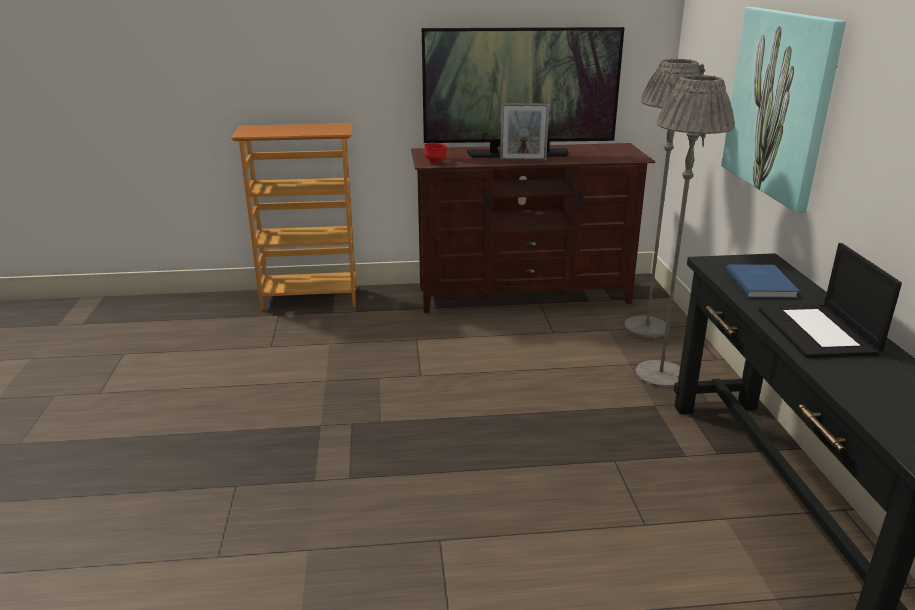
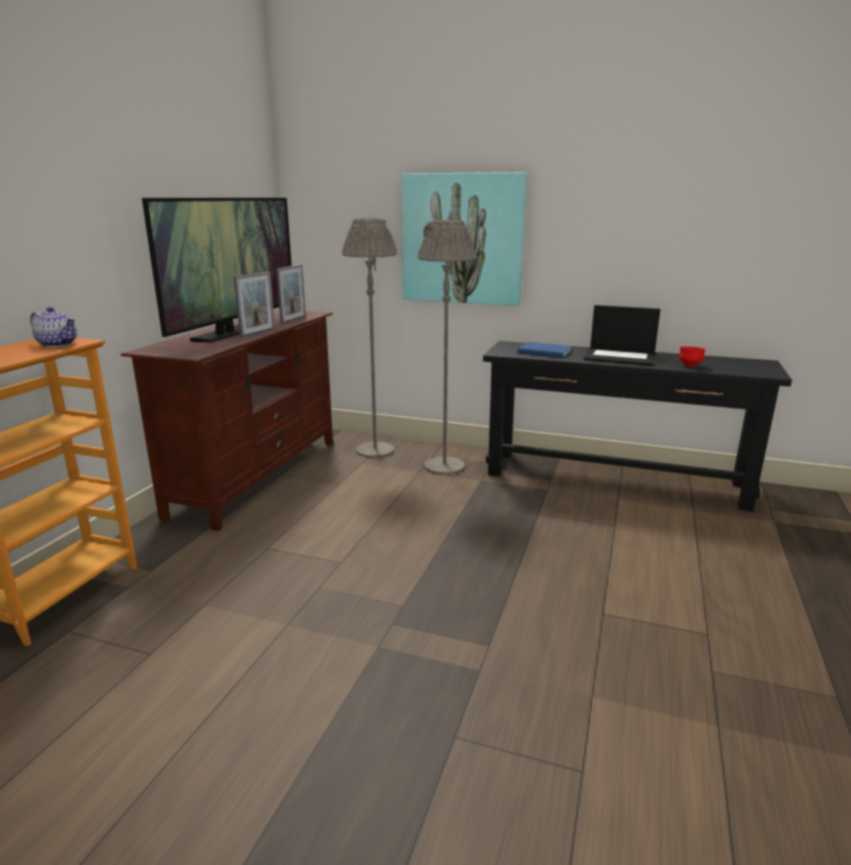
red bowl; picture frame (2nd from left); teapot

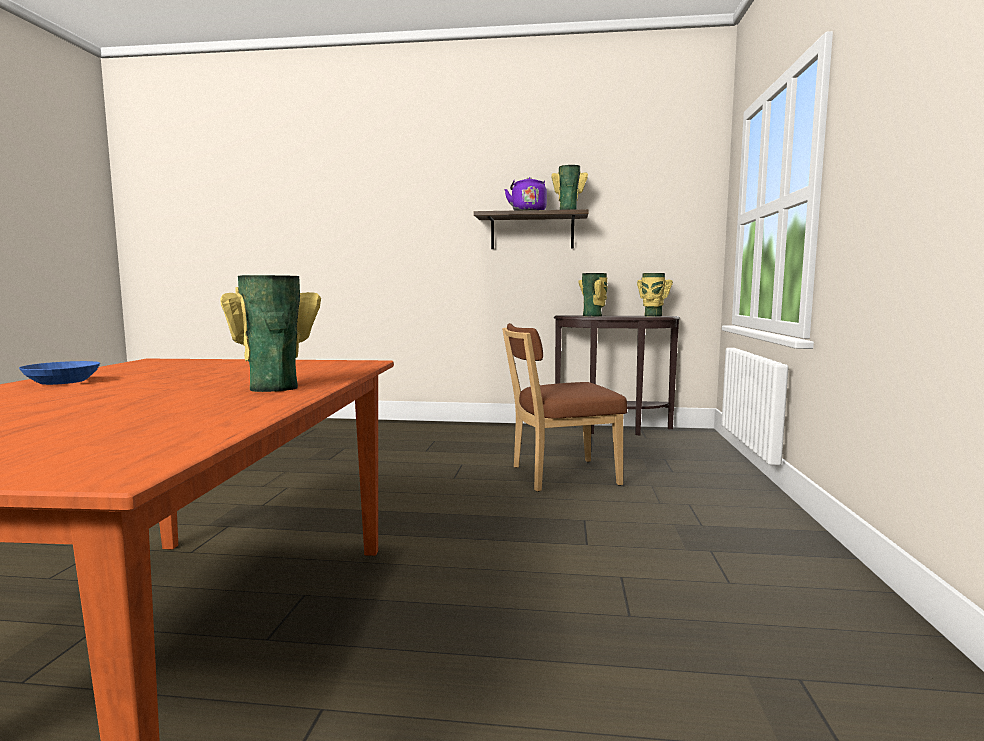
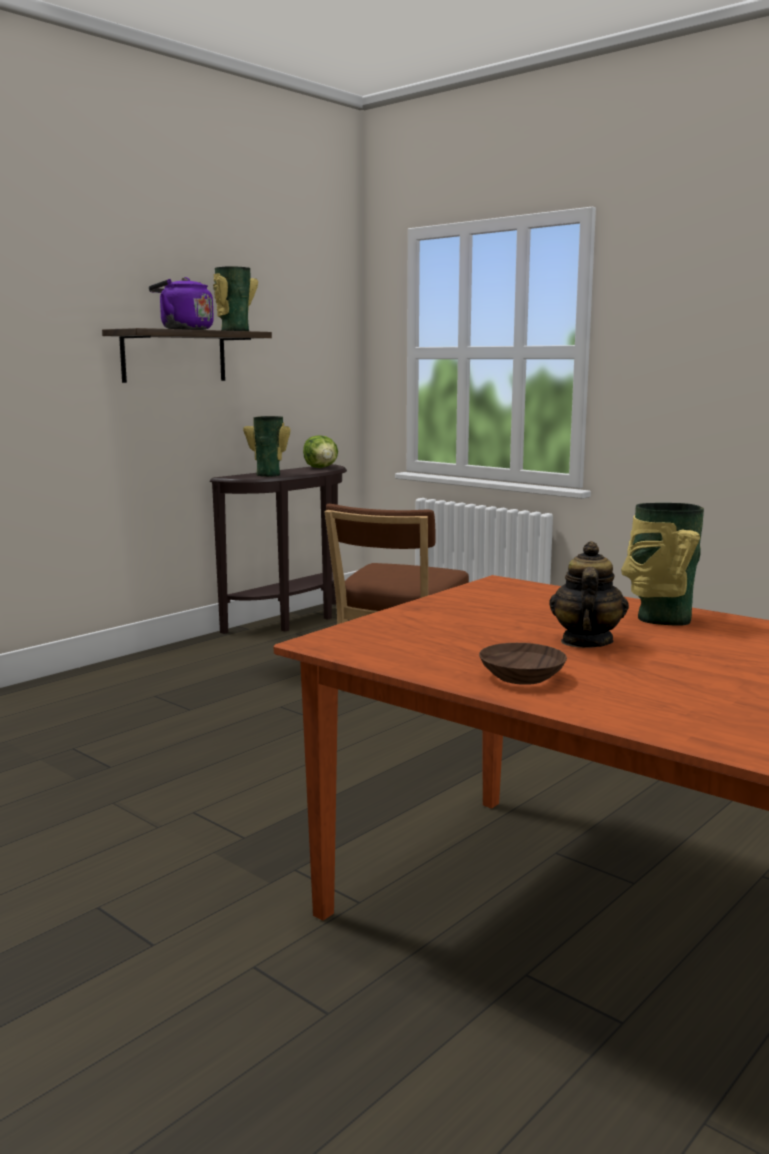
lettuce; brown bowl; teapot

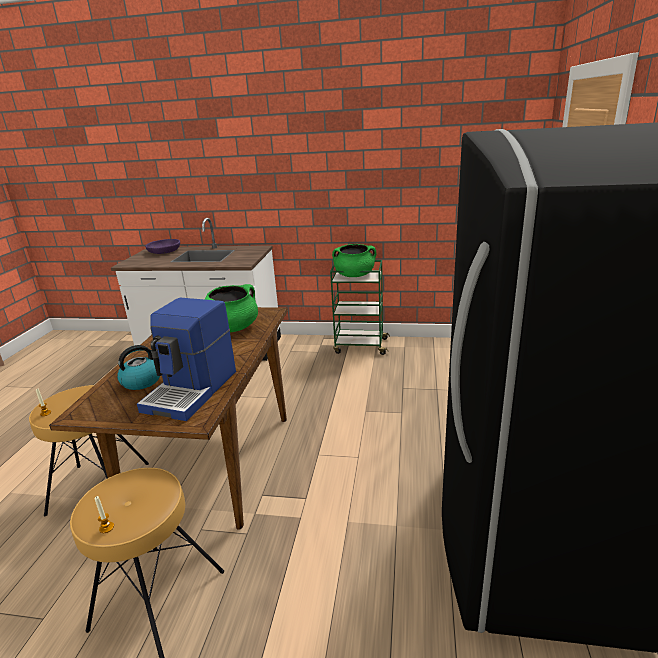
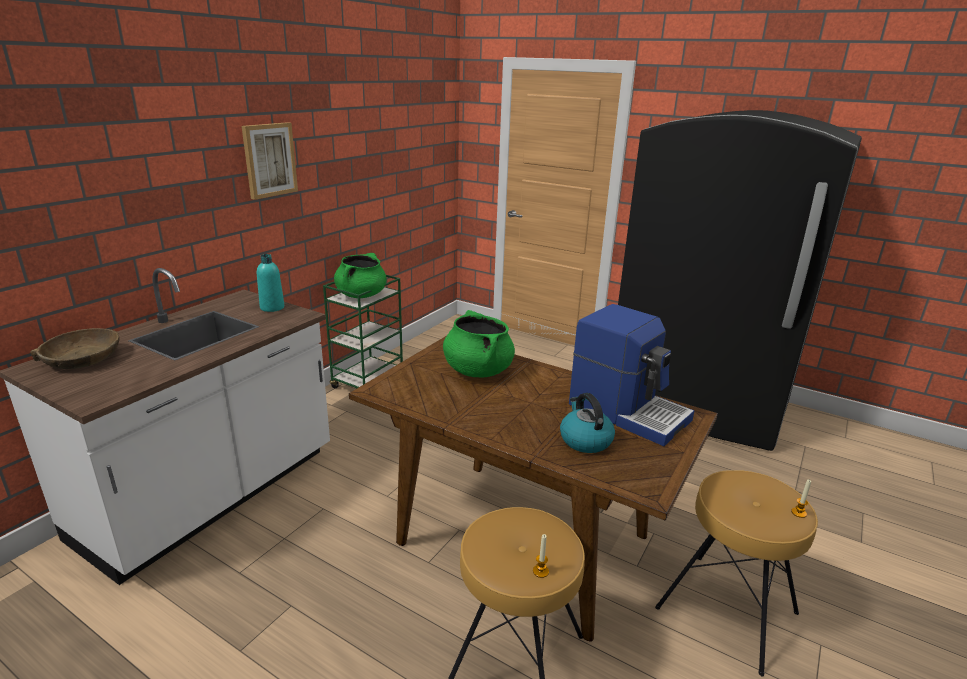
brown bowl; picture; turquoise bottle

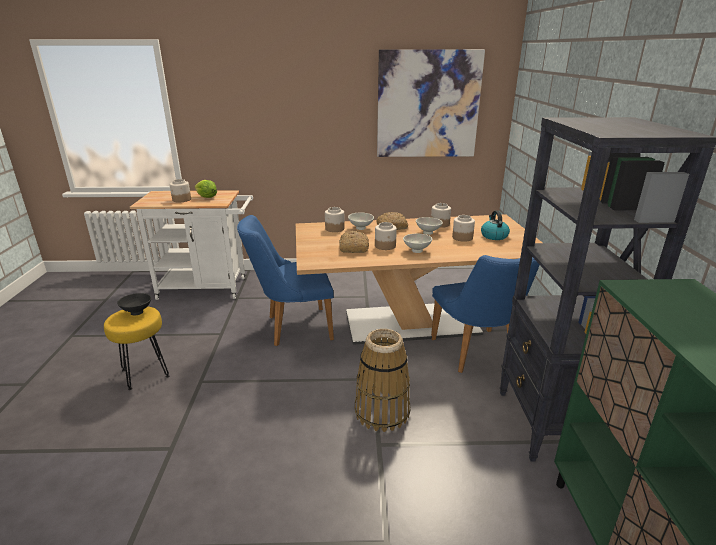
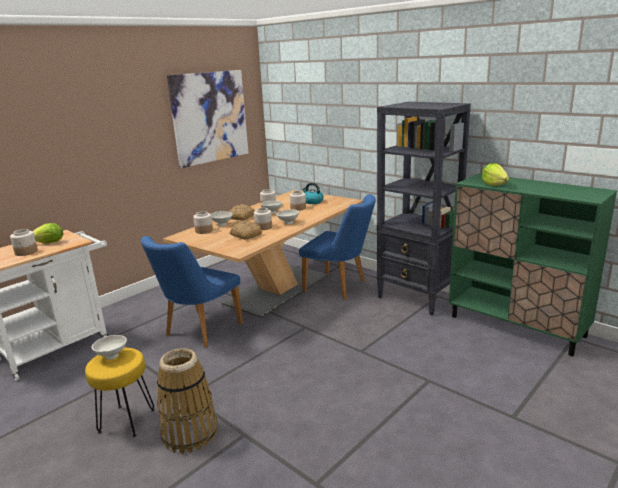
white bowl (1st from left); basket; lettuce (2nd from left)

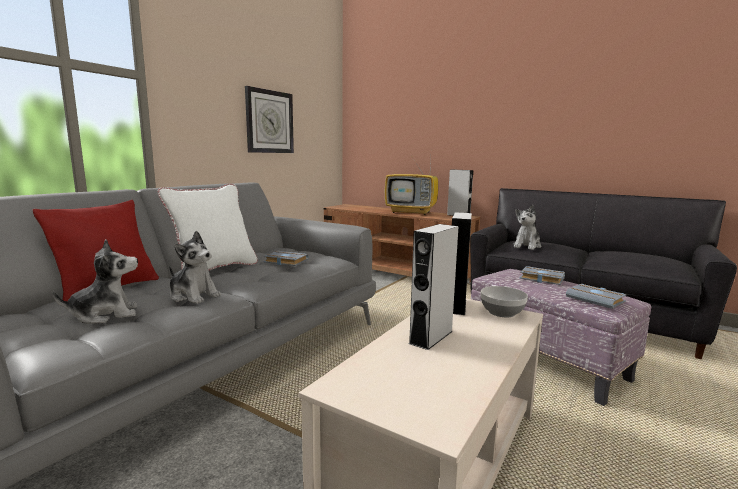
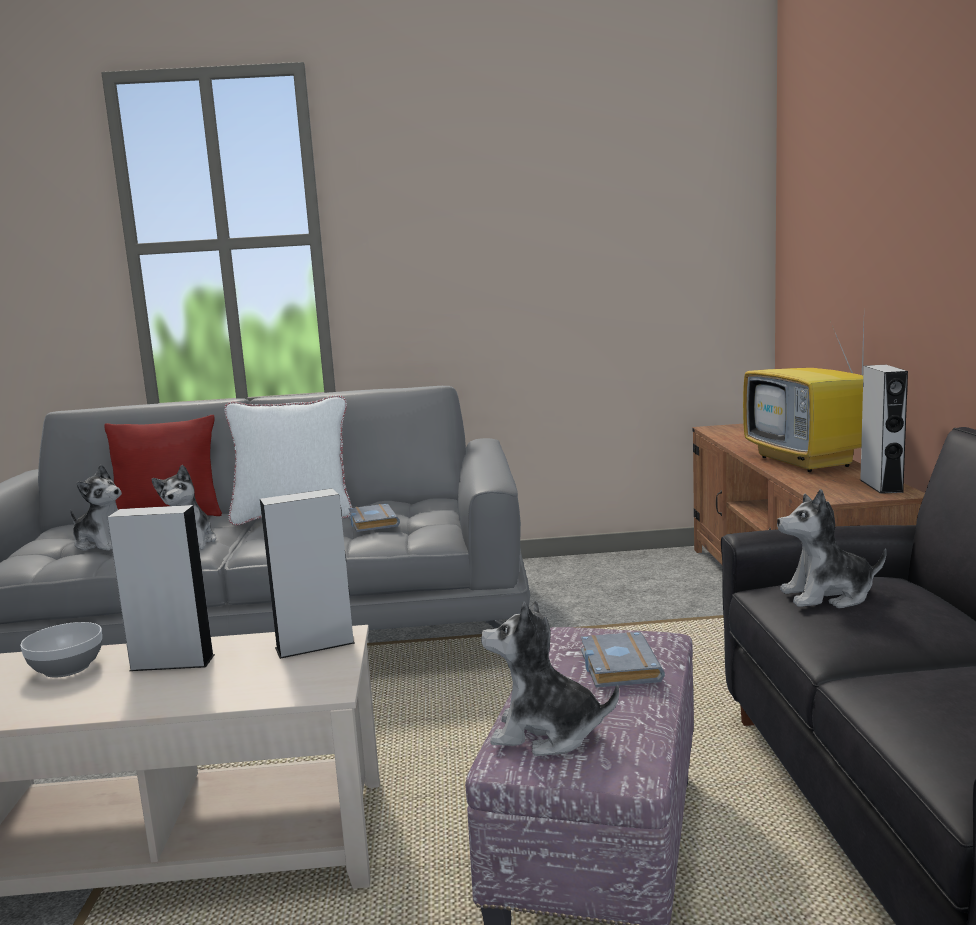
wall clock; plush toy (3rd from left); bowl

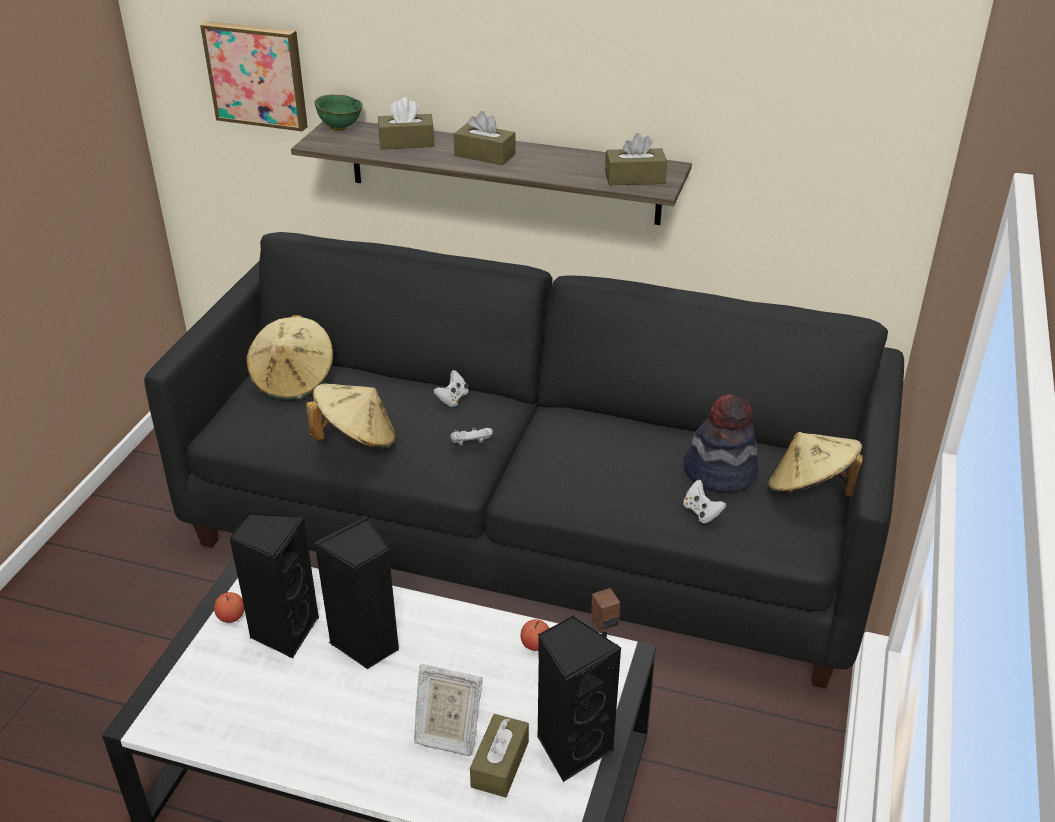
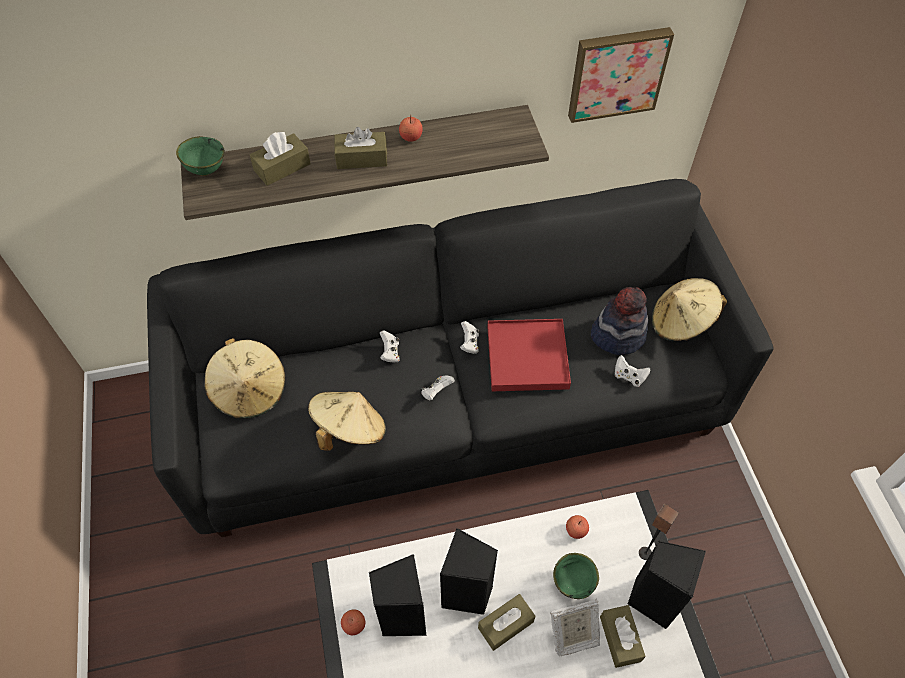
picture; brown tissue box (3rd from left); apple (2nd from left); red tray; white game controller (3rd from left); green bowl (2nd from left)

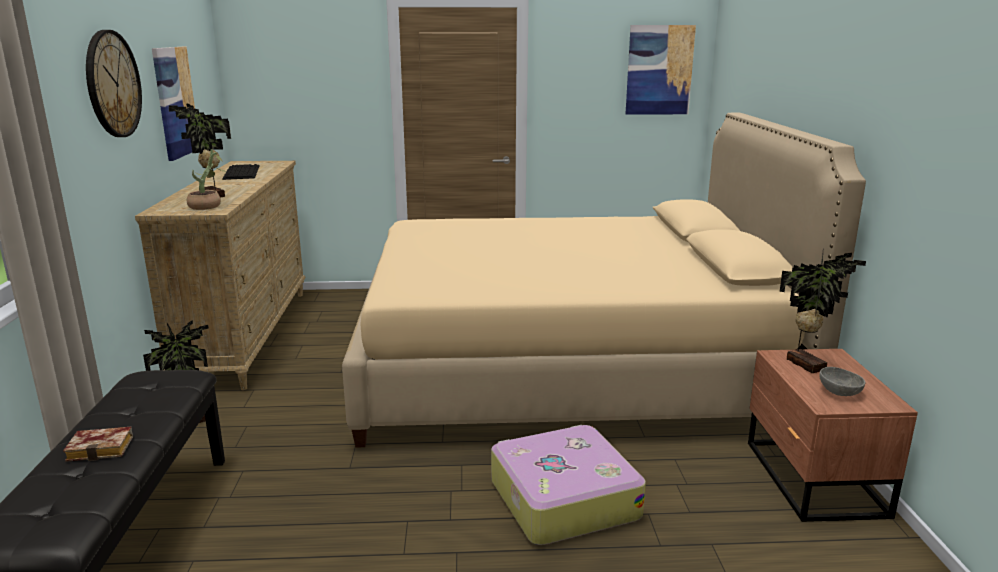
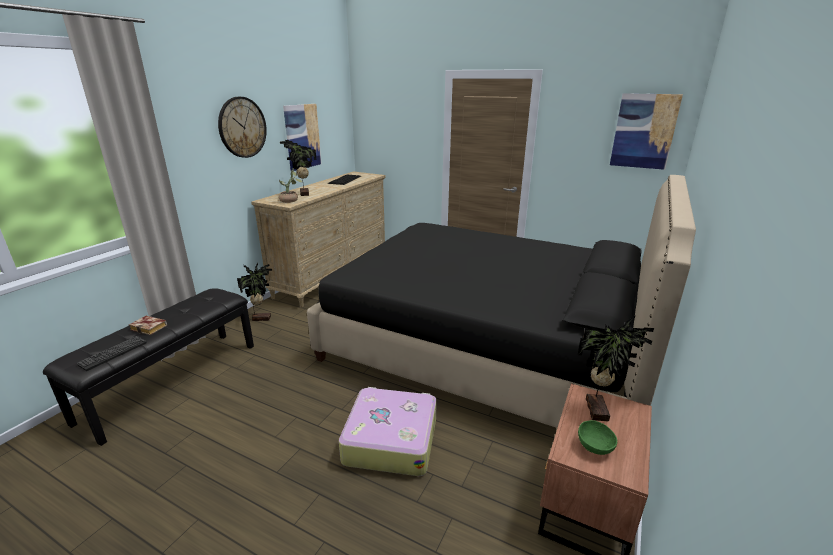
black bed; green bowl; keyboard (1st from left)

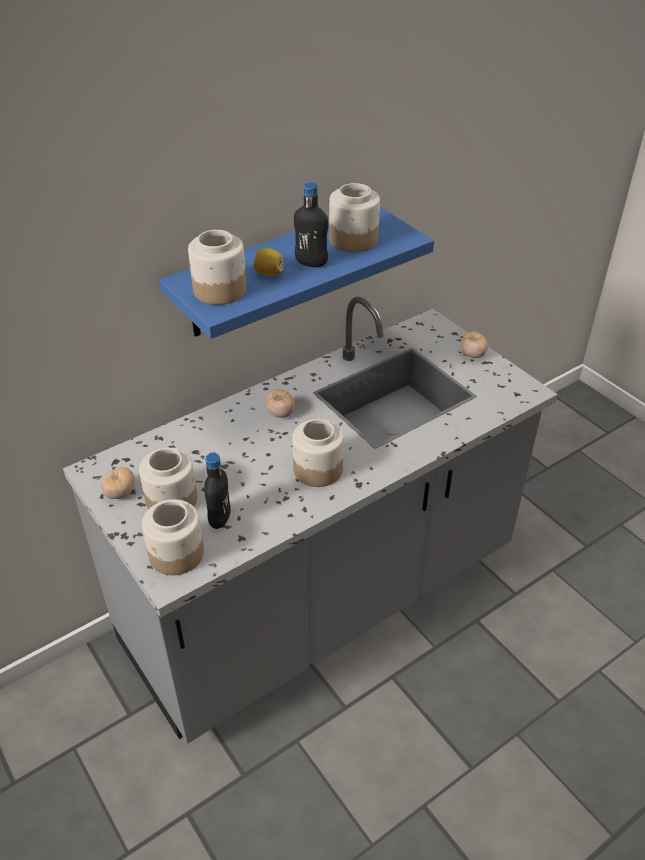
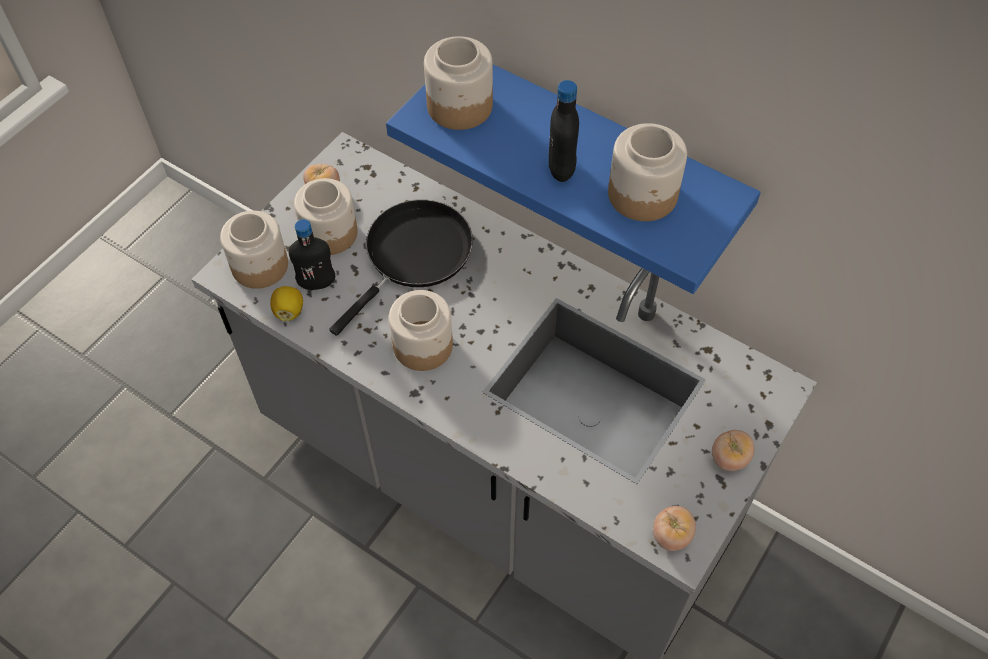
lemon; tomato (2nd from left); black frying pan

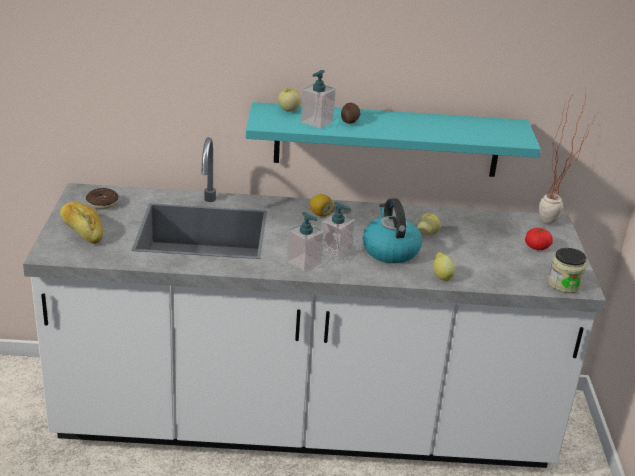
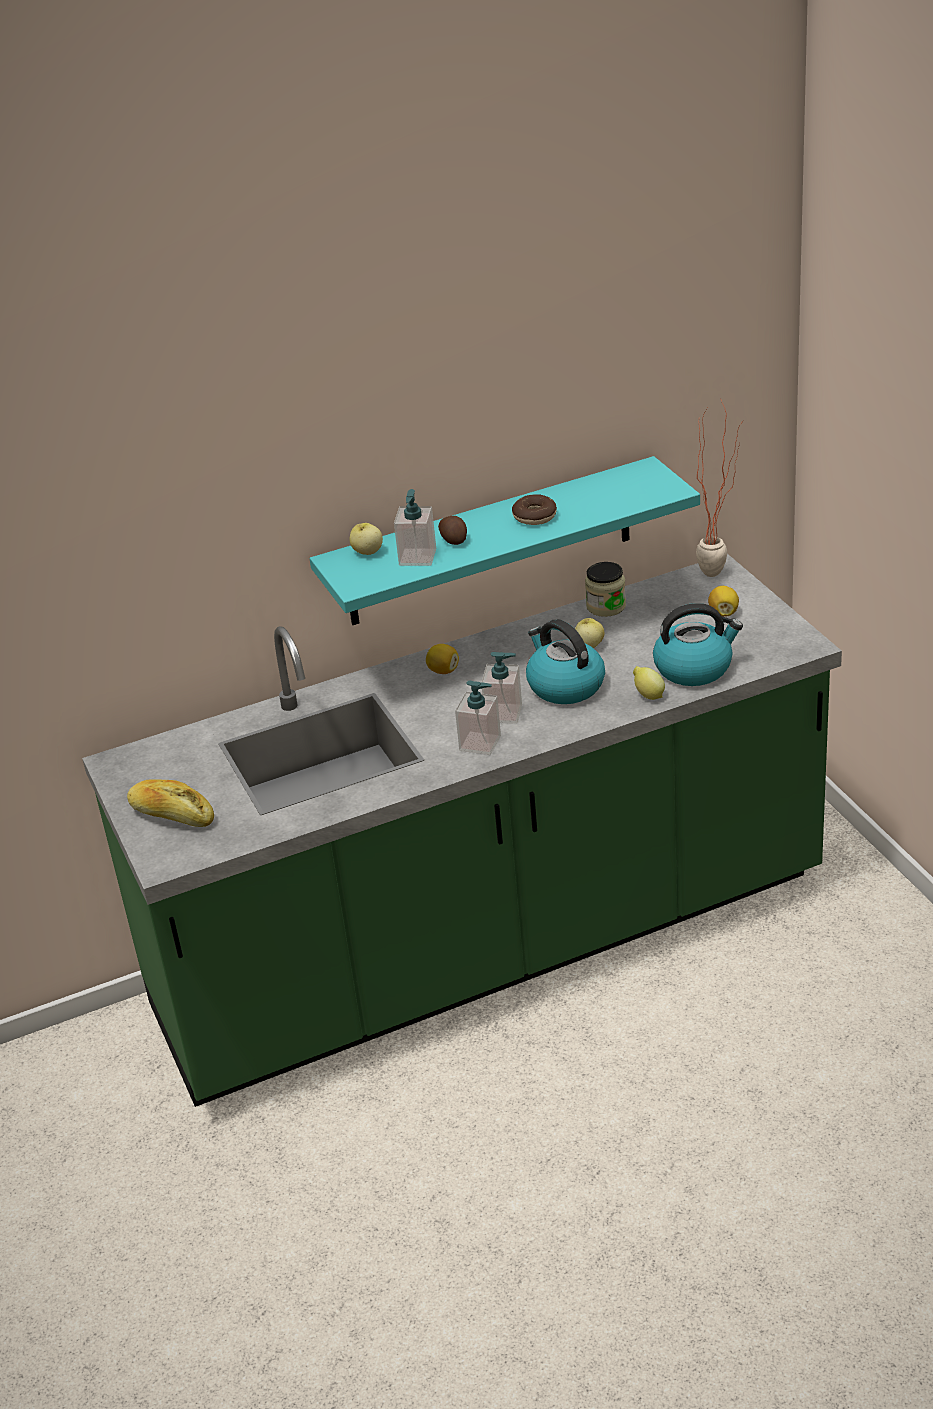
green counter; donut; lemon (3rd from left); jar; kettle (2nd from left)

